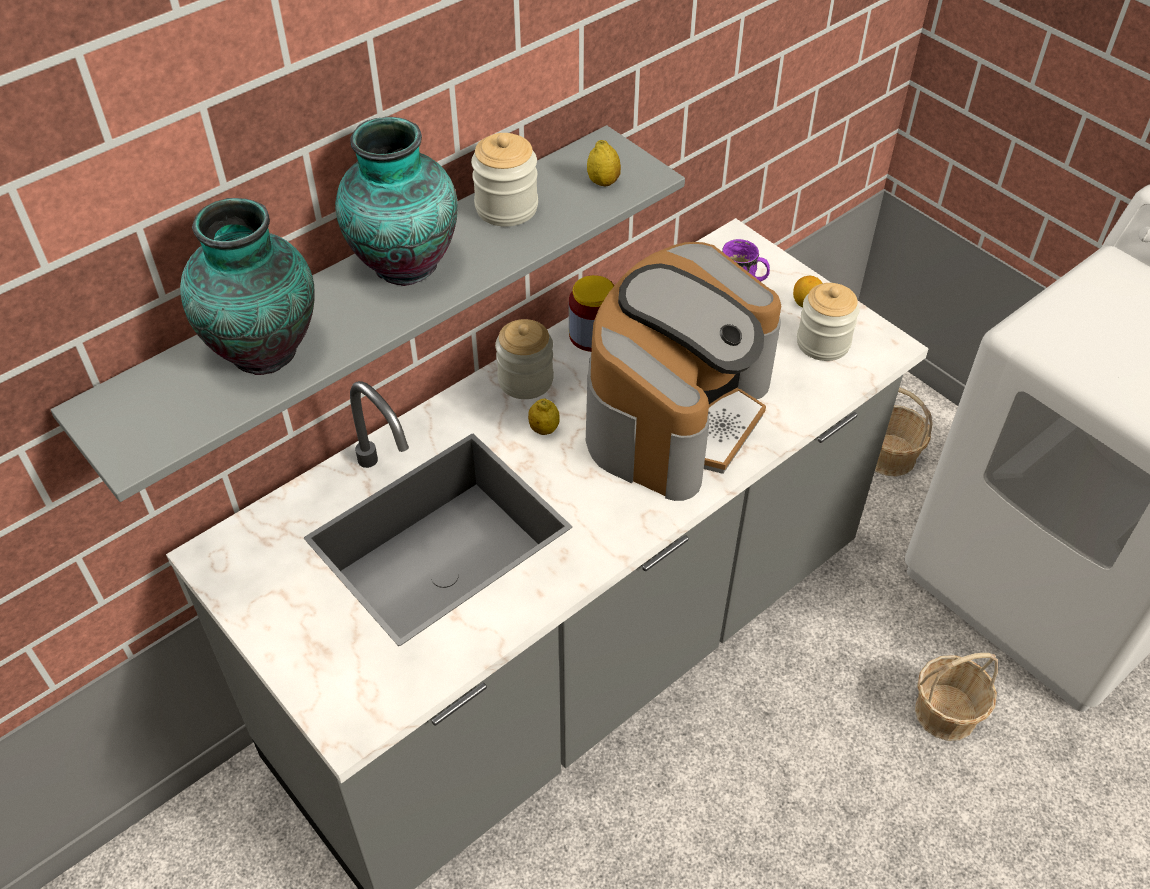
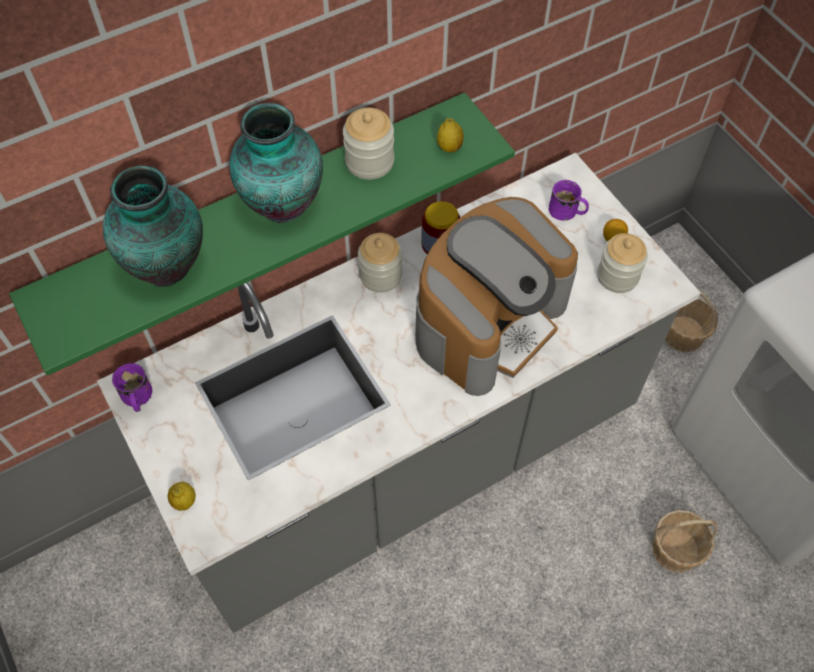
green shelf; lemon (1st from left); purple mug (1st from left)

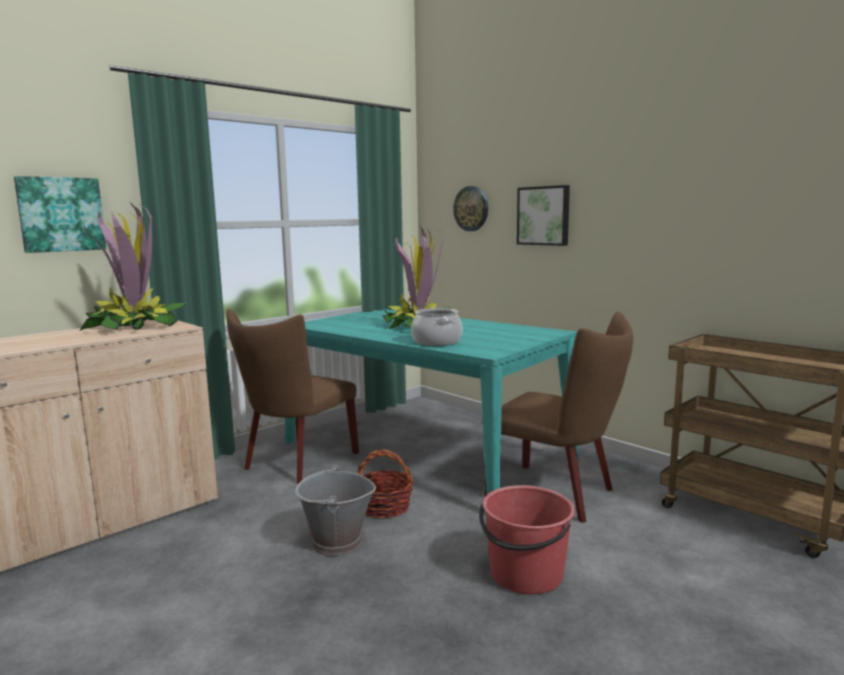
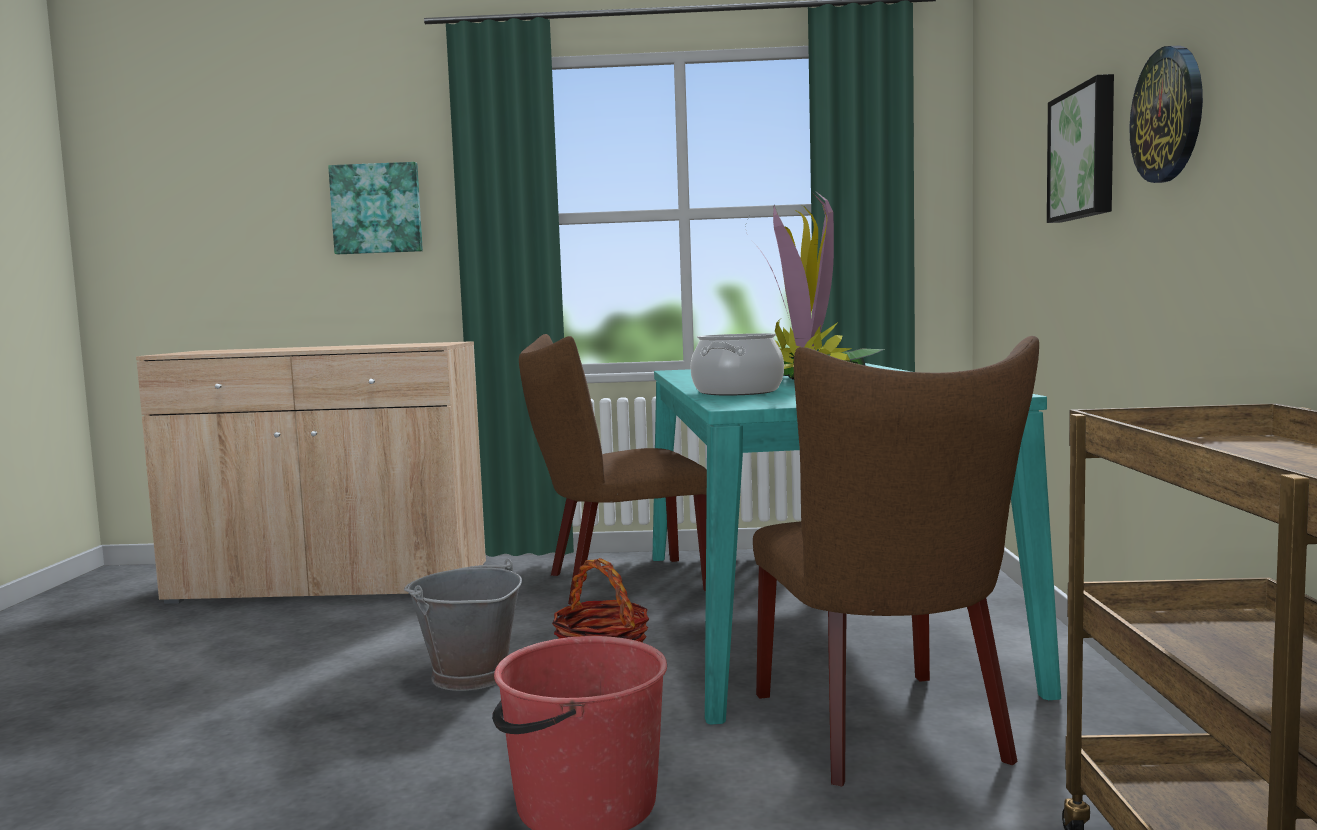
wall clock; potted plant (1st from left in the first image)

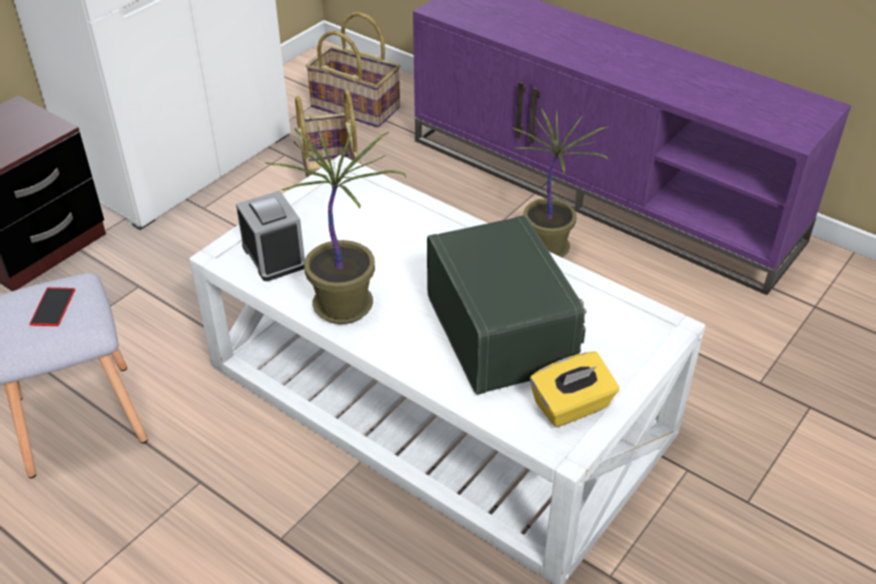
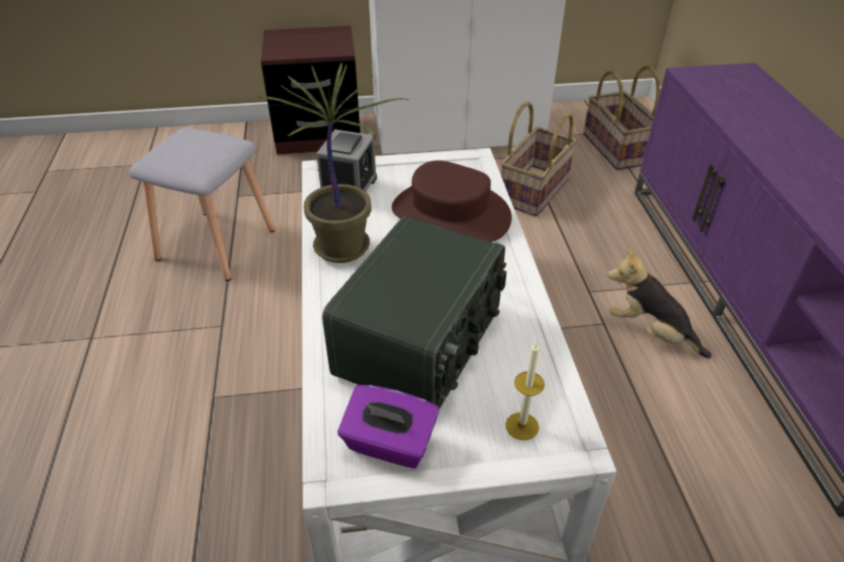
plush toy; phone; purple tissue box; brown hat; candle

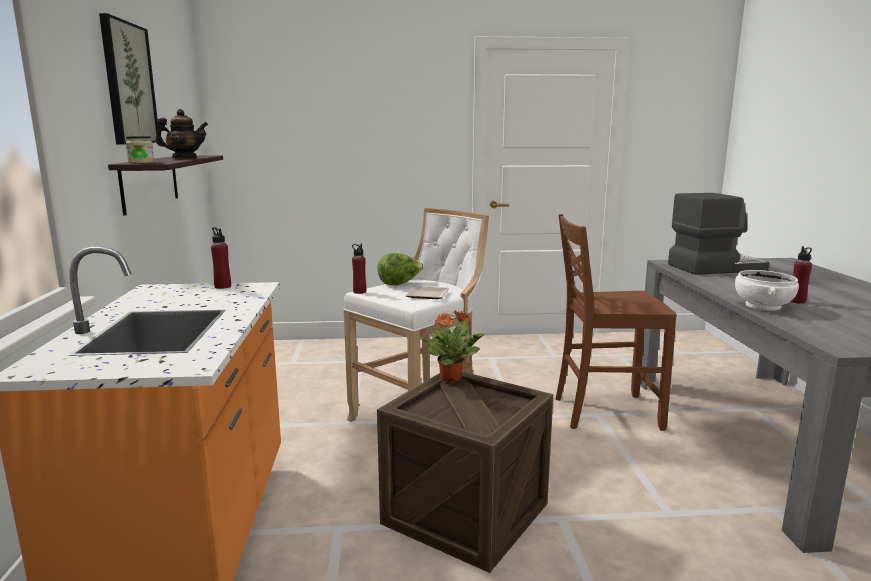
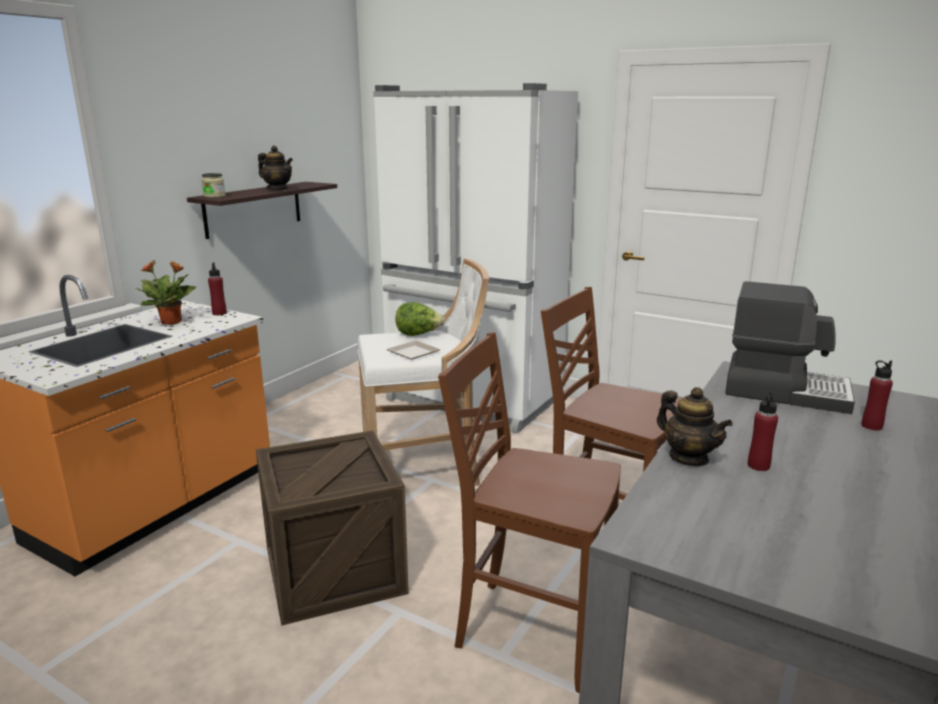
picture; red bottle (3rd from left); teapot (2nd from left); potted plant; white fridge; brown chair (1st from left)

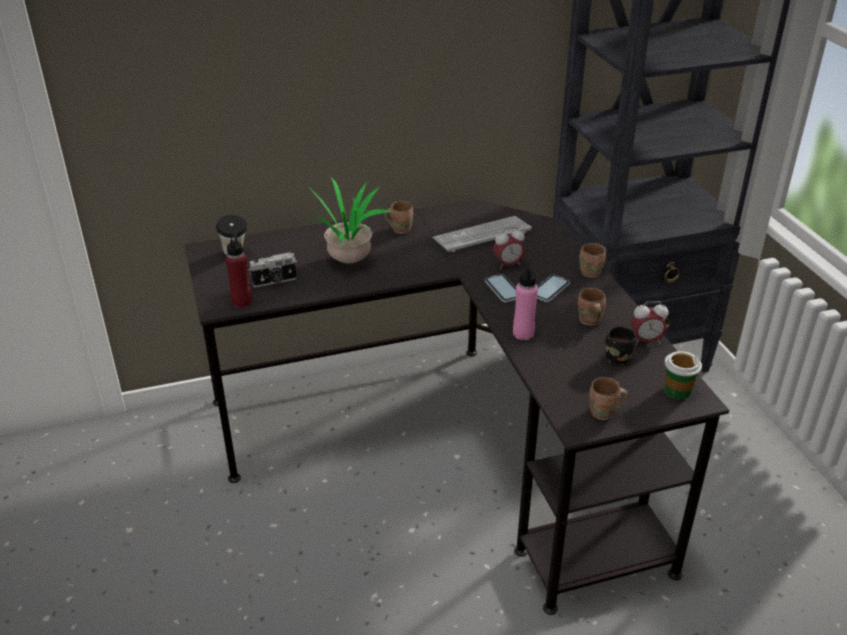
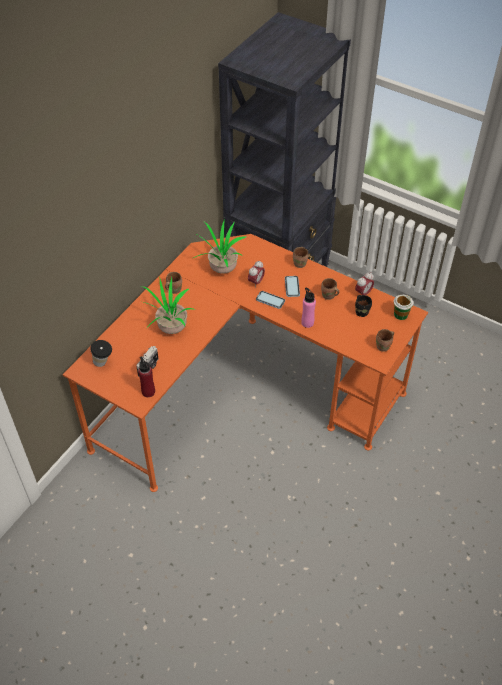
orange desk; potted plant (2nd from left)

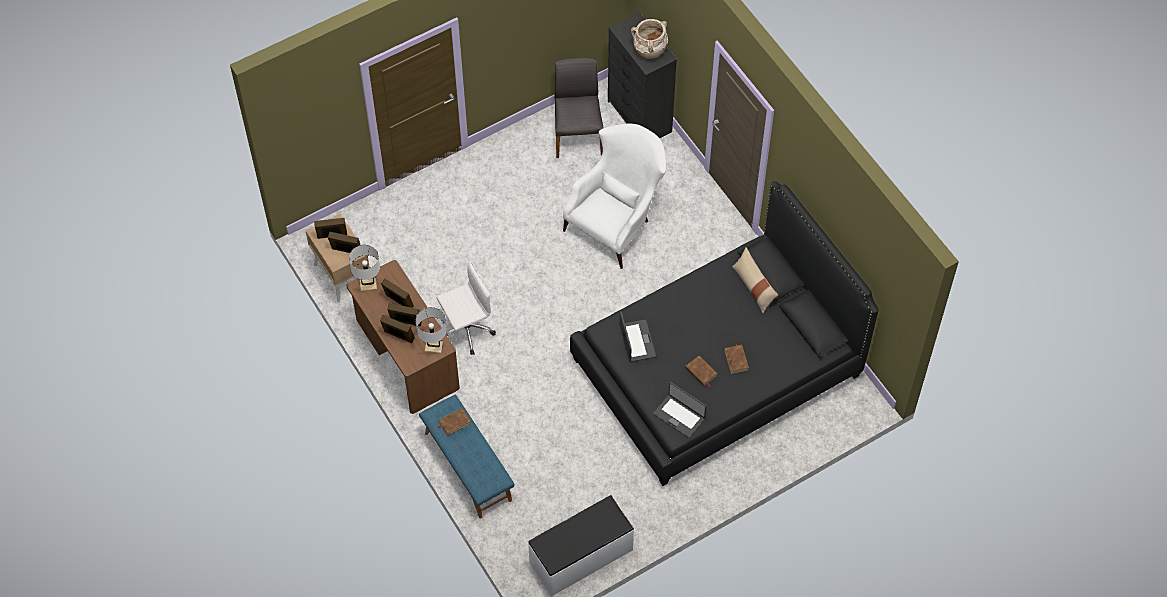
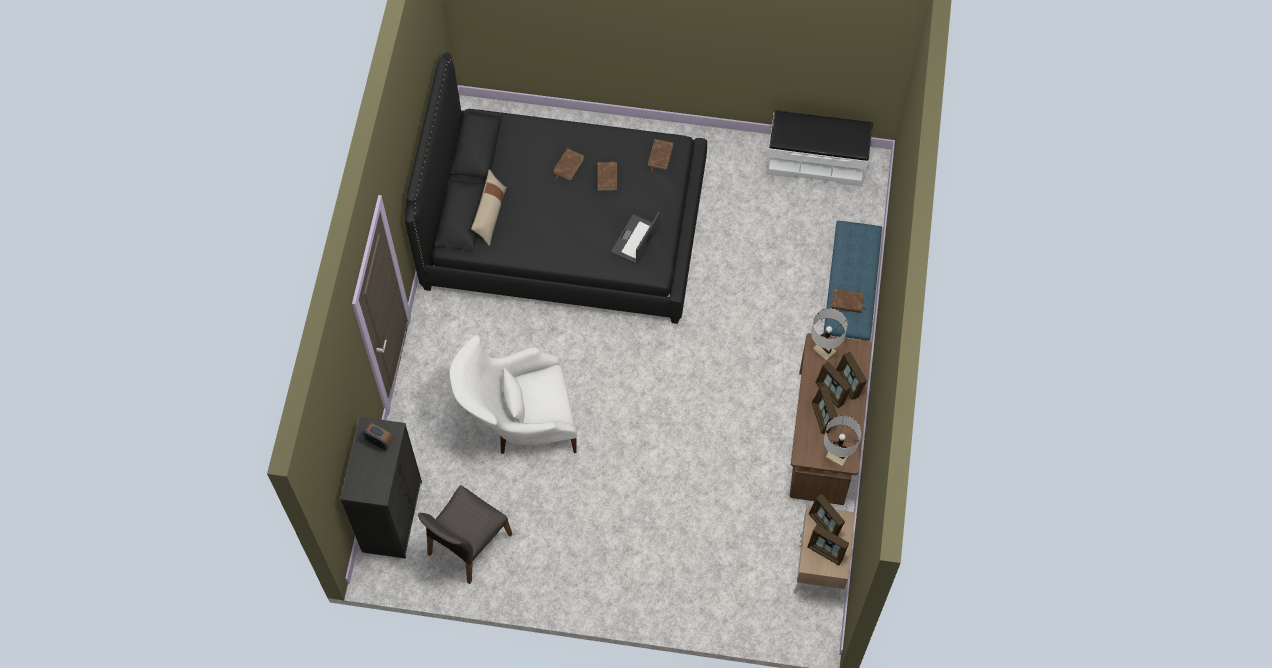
alarm clock; white office chair; brown book (3rd from left)

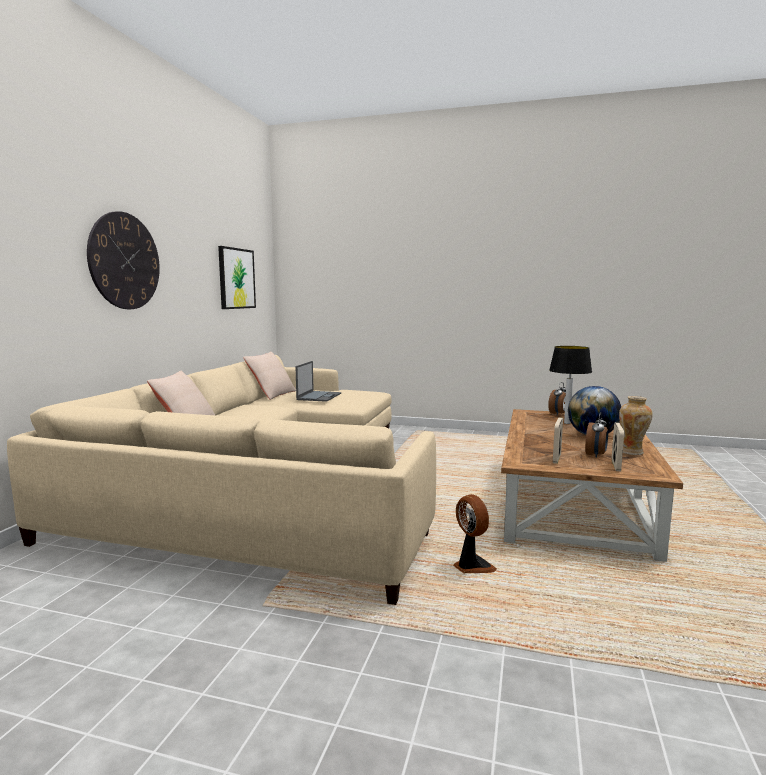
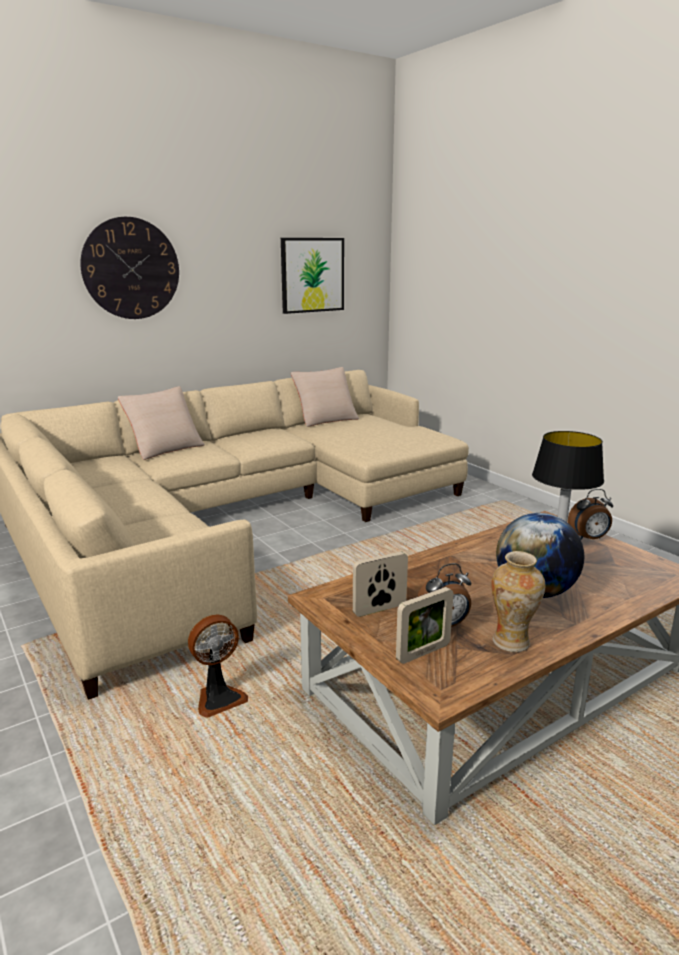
laptop; fan

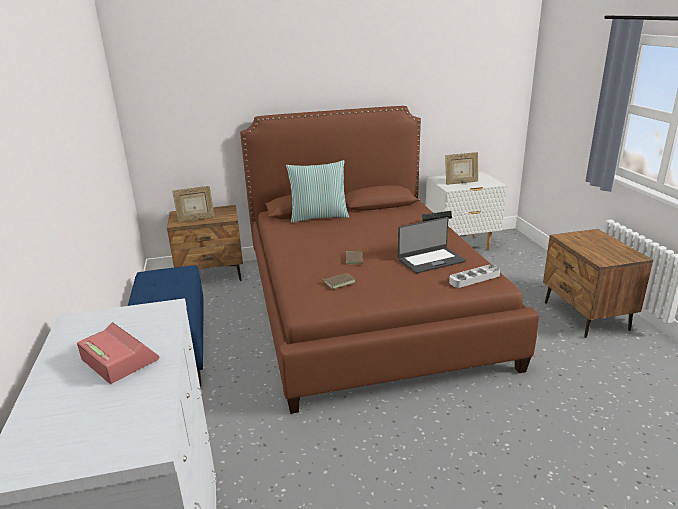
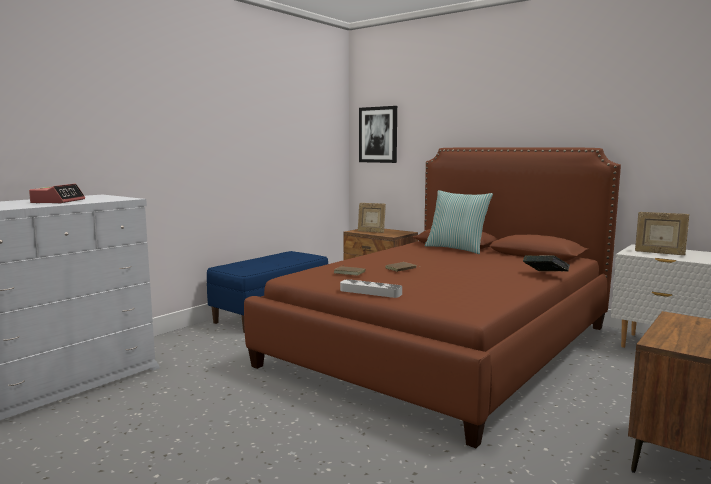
laptop; grey tray; picture

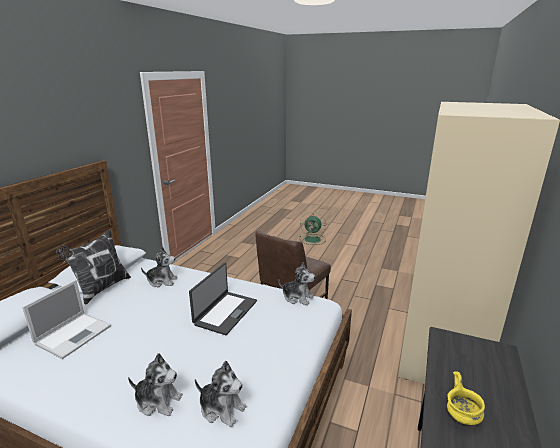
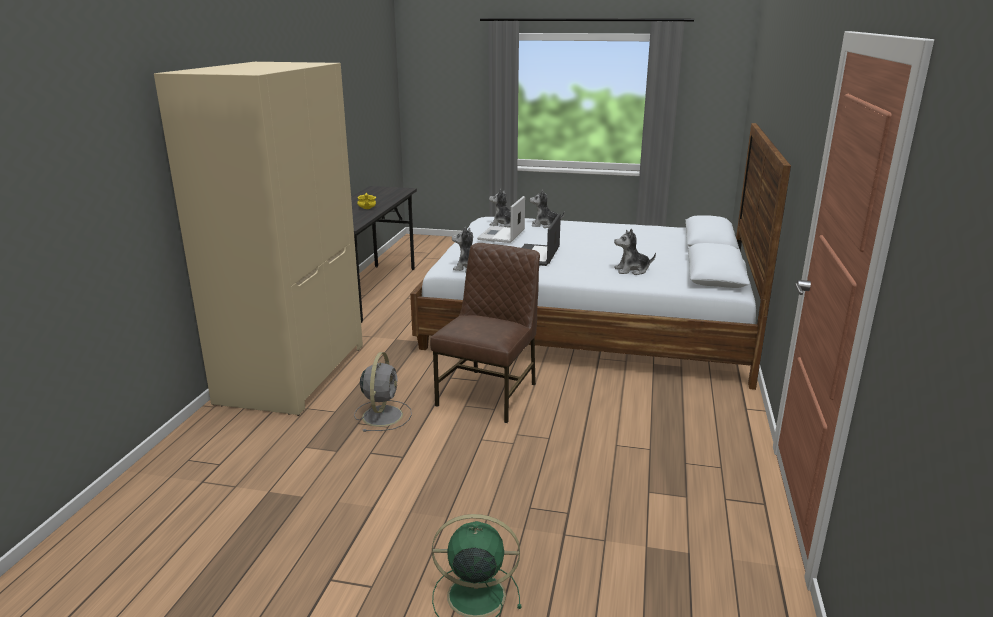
pillow; laptop (1st from left); grey fan

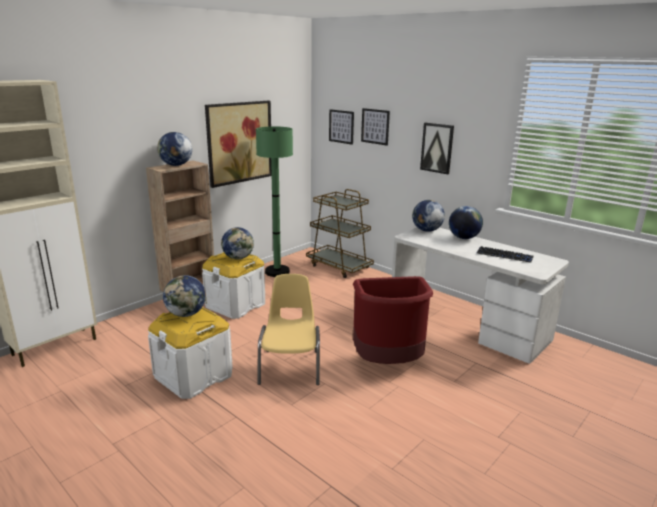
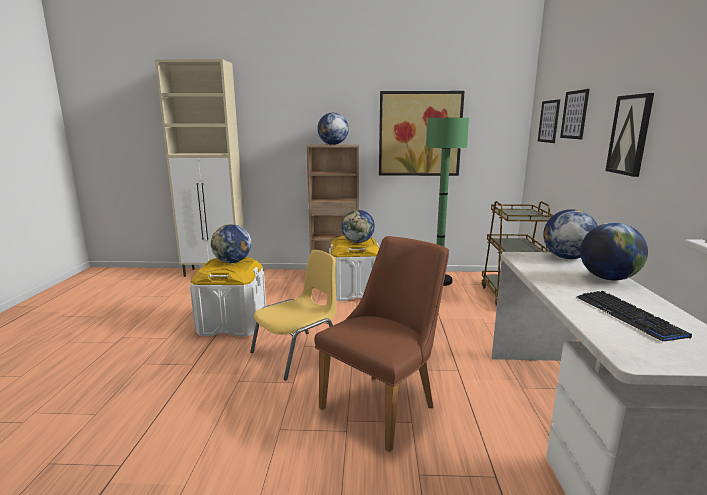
brown chair

